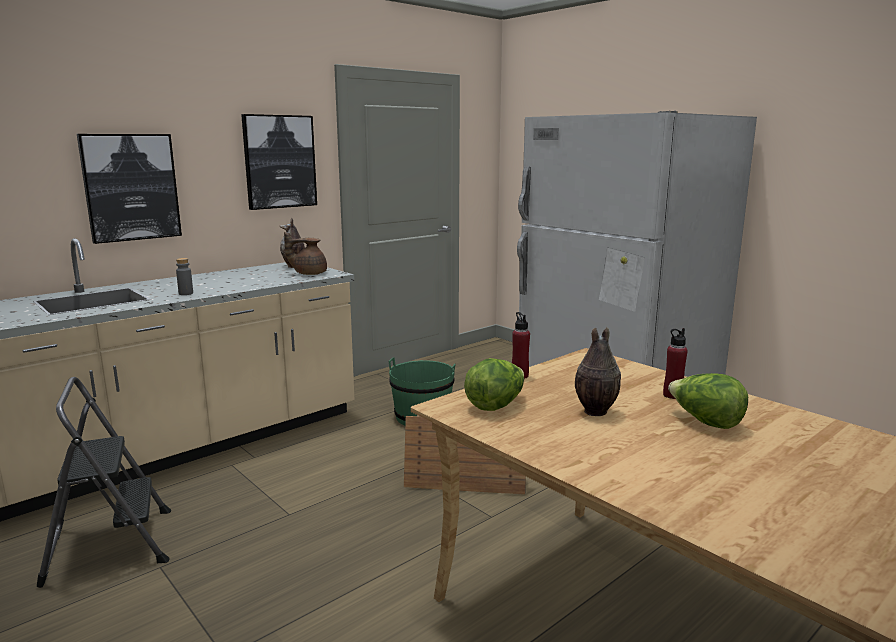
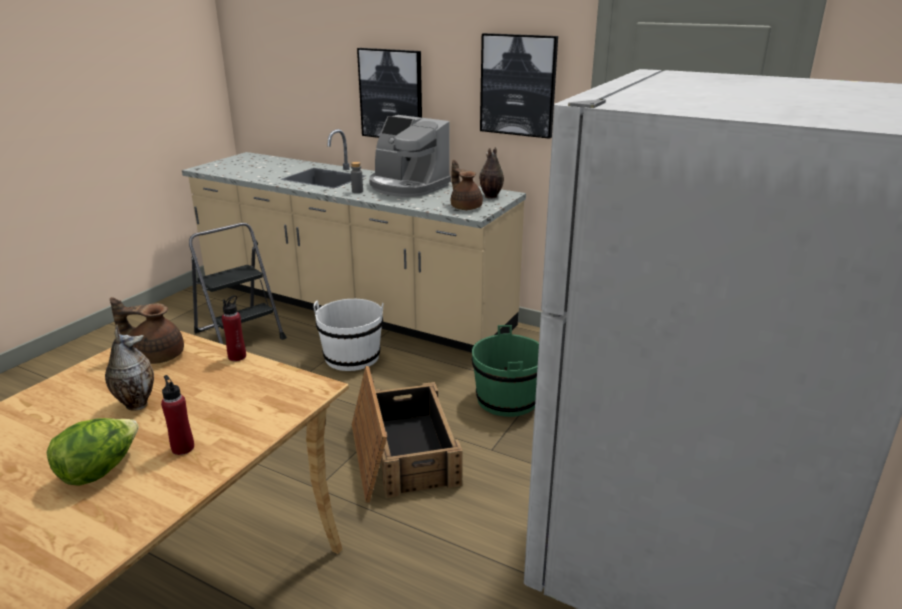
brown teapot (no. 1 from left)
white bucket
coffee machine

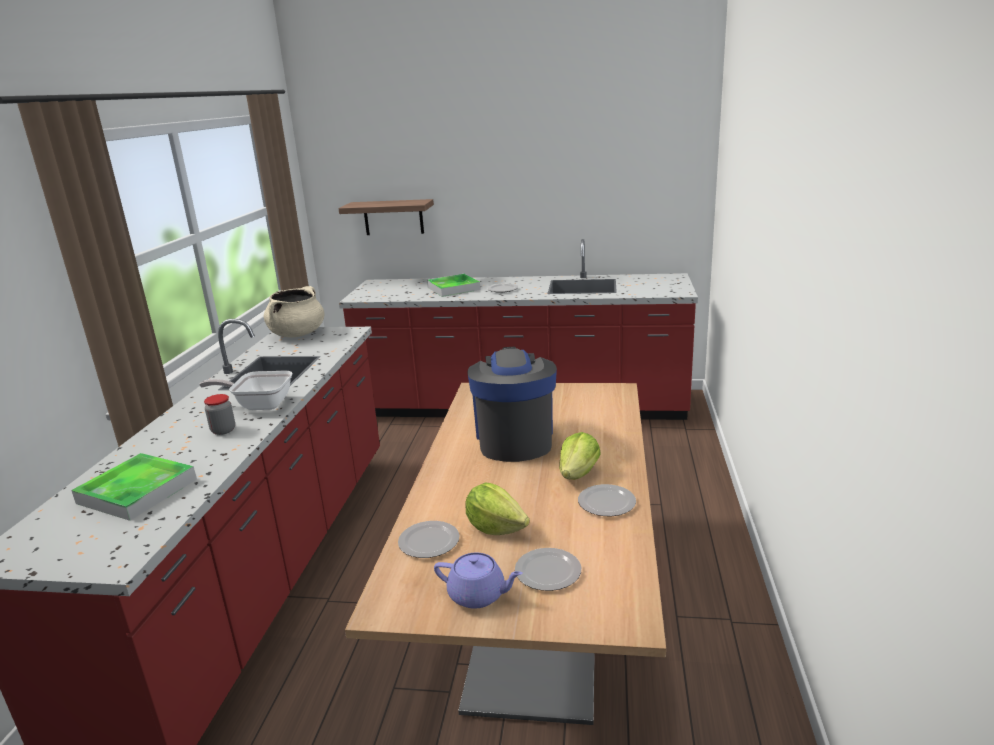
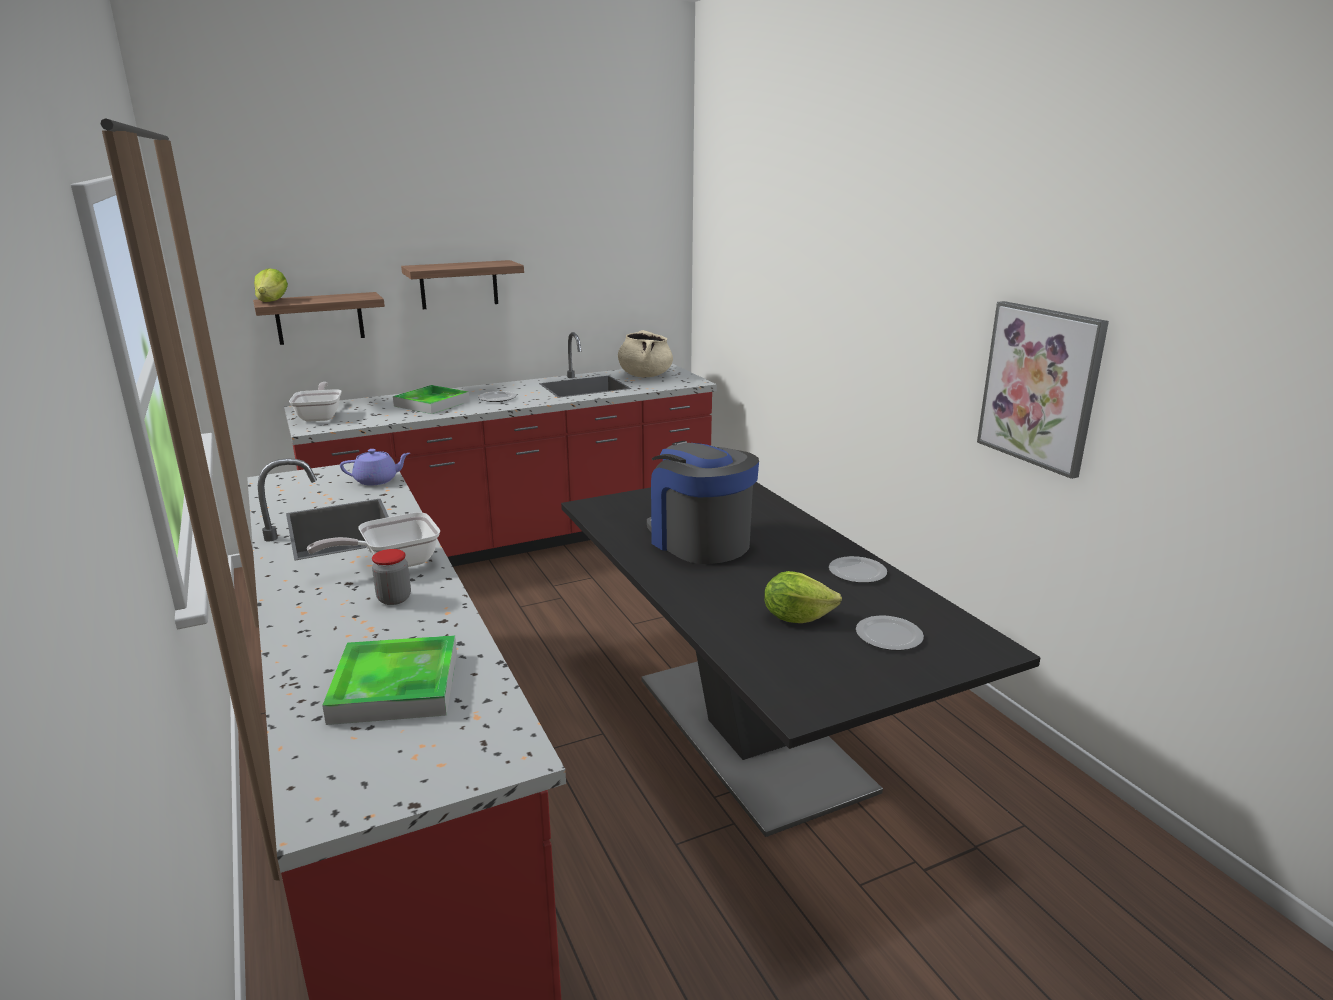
beige cooking pot
black dining table
plate (no. 1 from left in the first image)
purple teapot
lettuce (no. 1 from left)
frying pan (no. 1 from left)
shelf (no. 2 from left)
picture

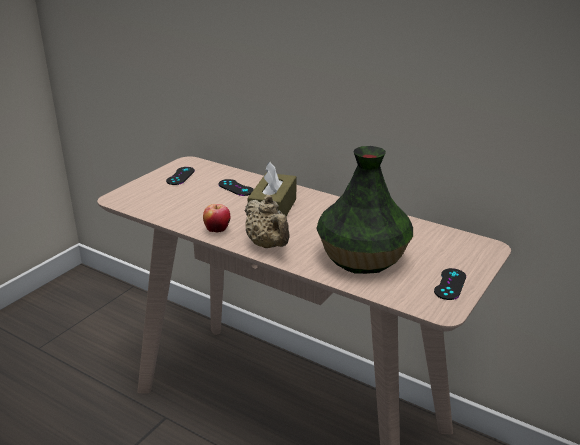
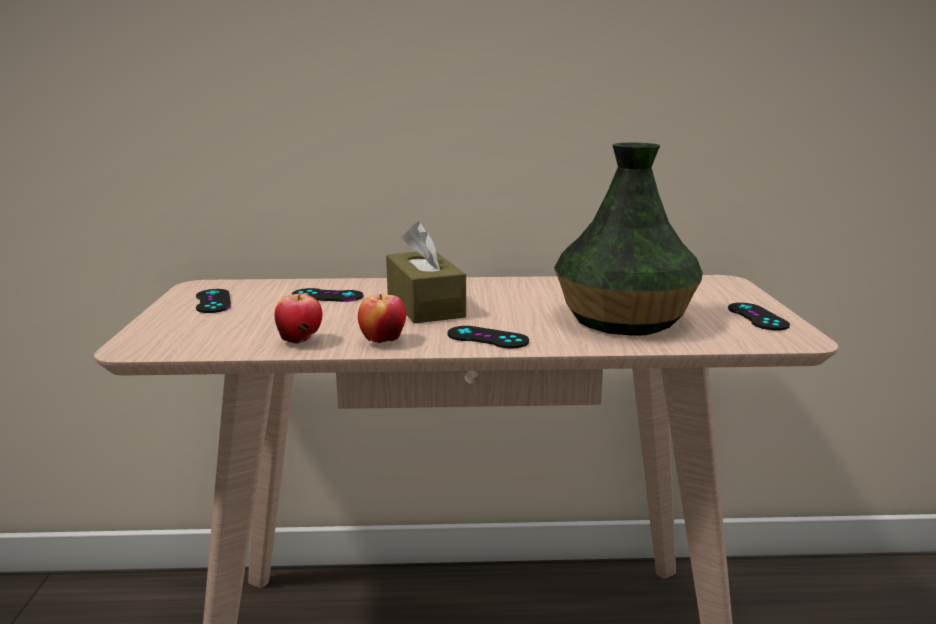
black game controller (no. 3 from left)
apple (no. 1 from left)

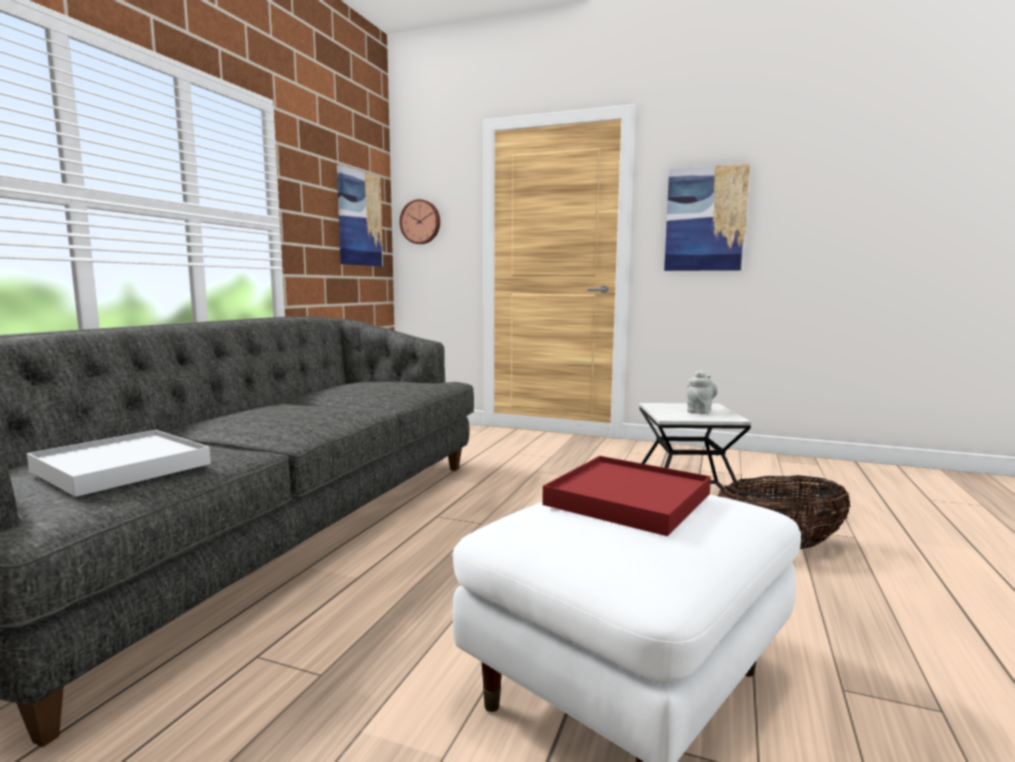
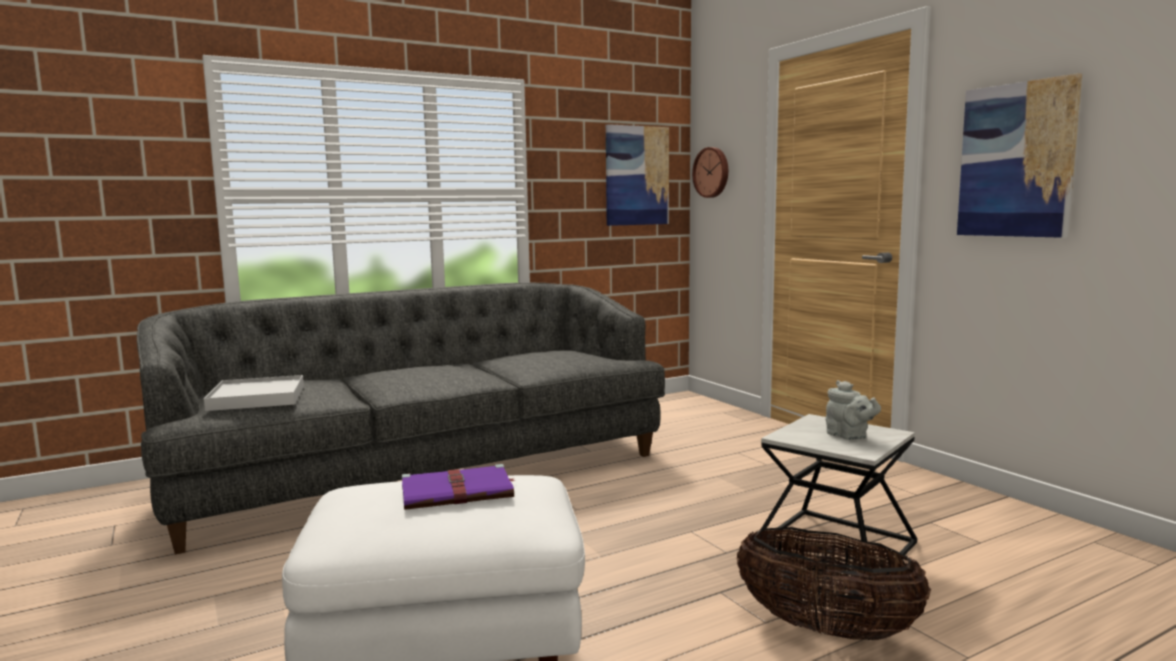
purple book
grey teapot

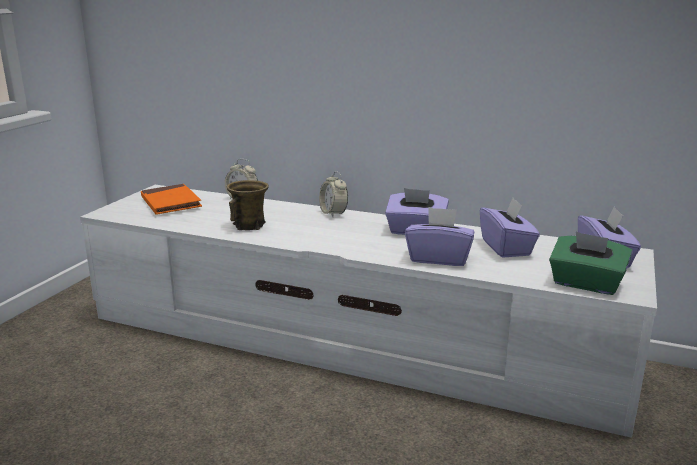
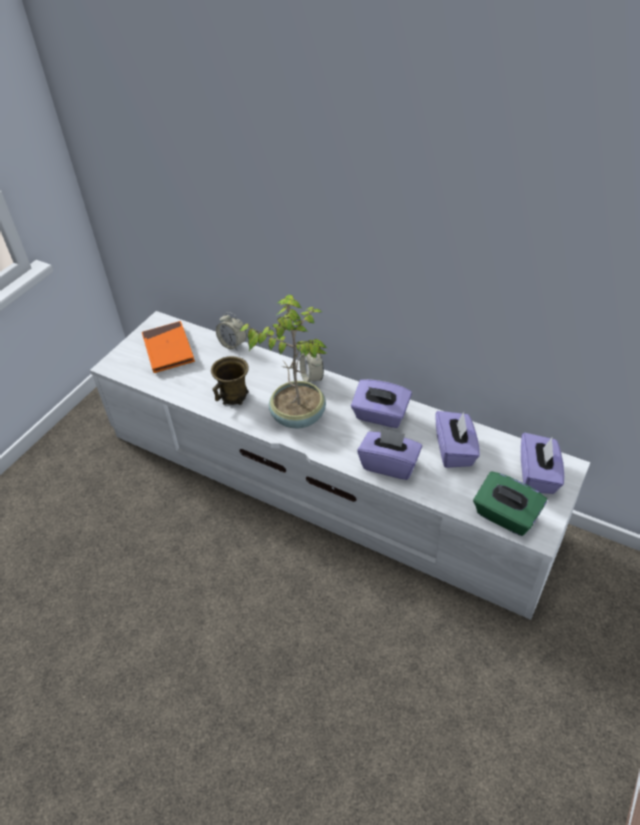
potted plant

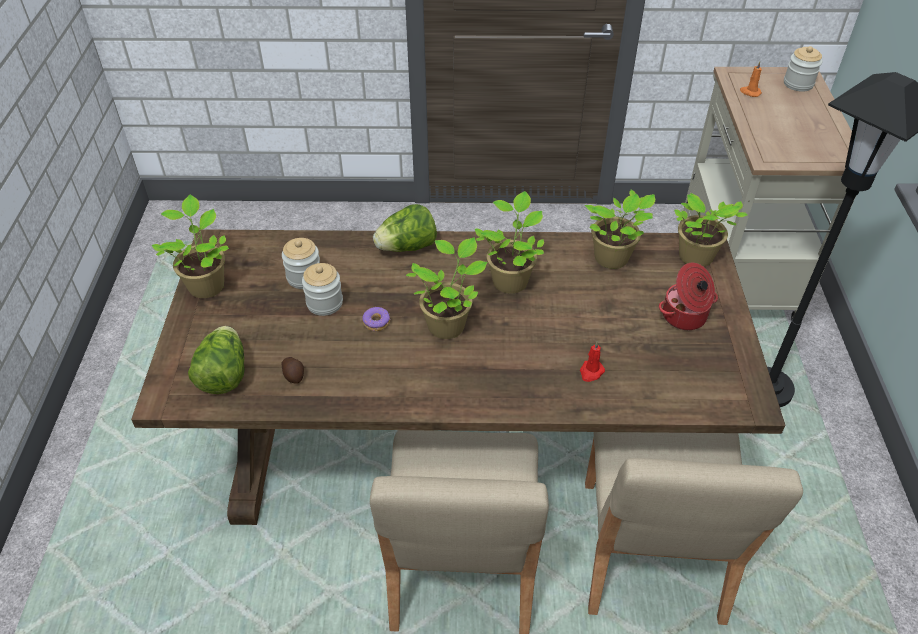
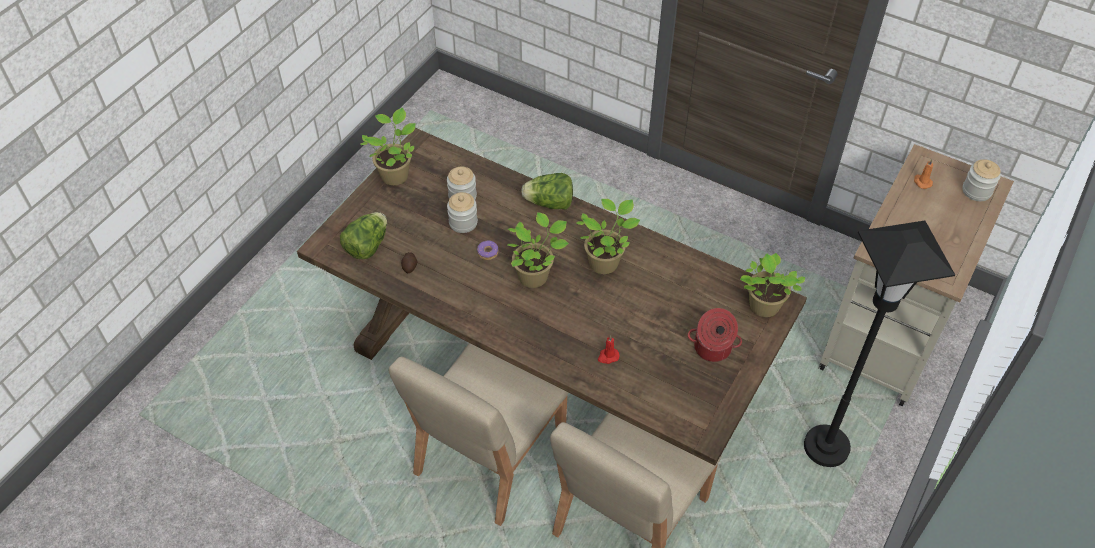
potted plant (no. 4 from left in the first image)

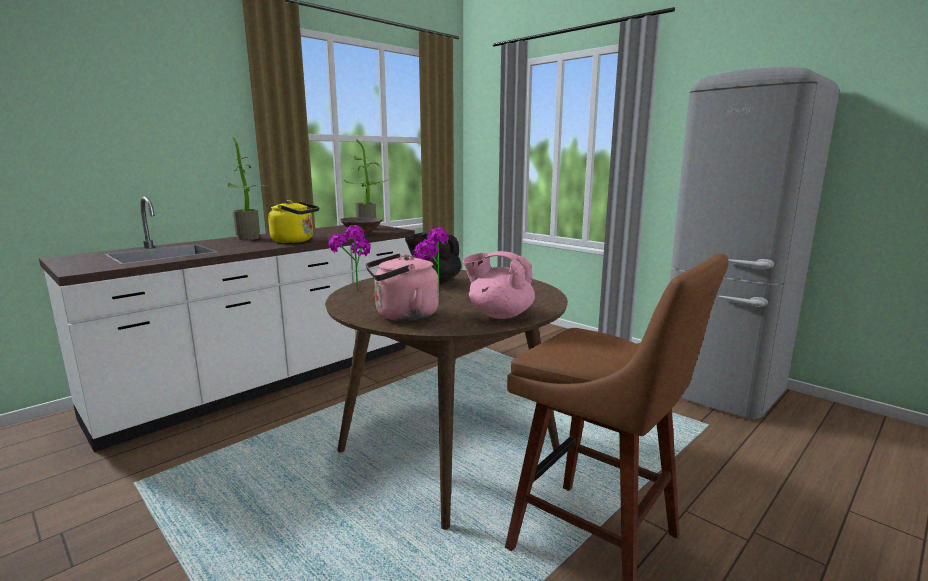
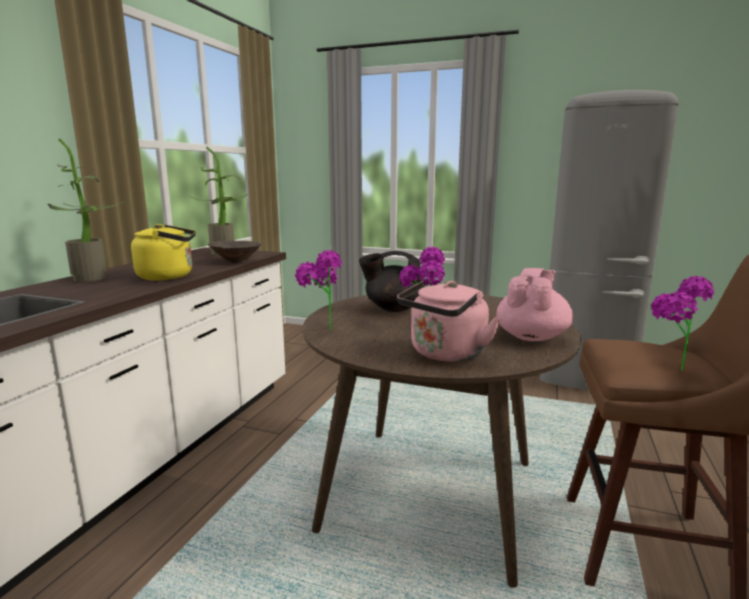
pink teapot
potted plant (no. 5 from left)

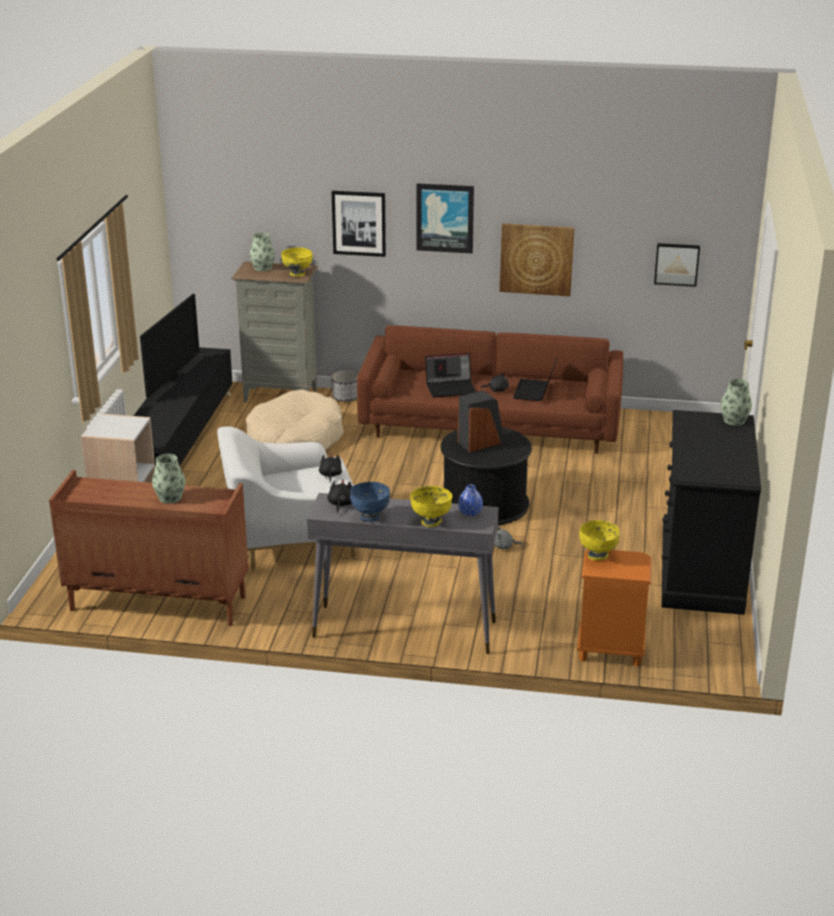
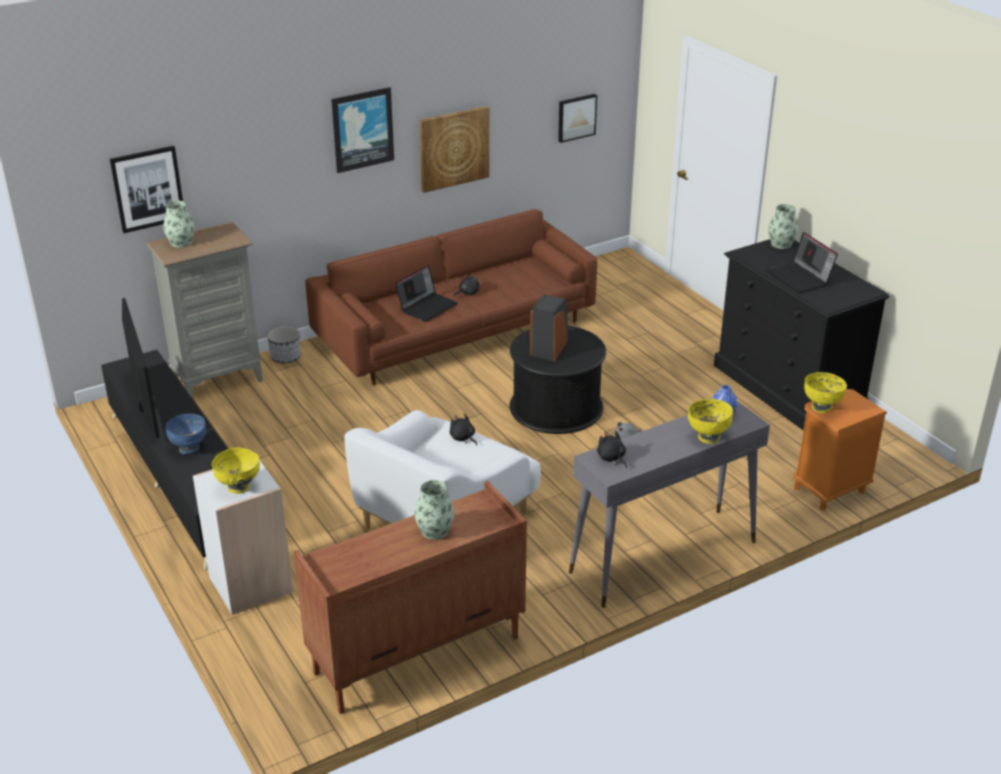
beige dog bed
yellow bowl (no. 1 from left)
picture (no. 1 from left)
blue bowl
laptop (no. 2 from left)

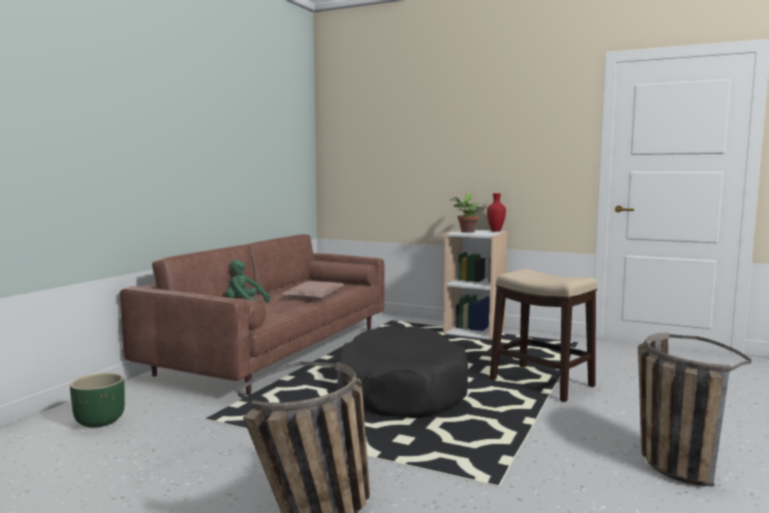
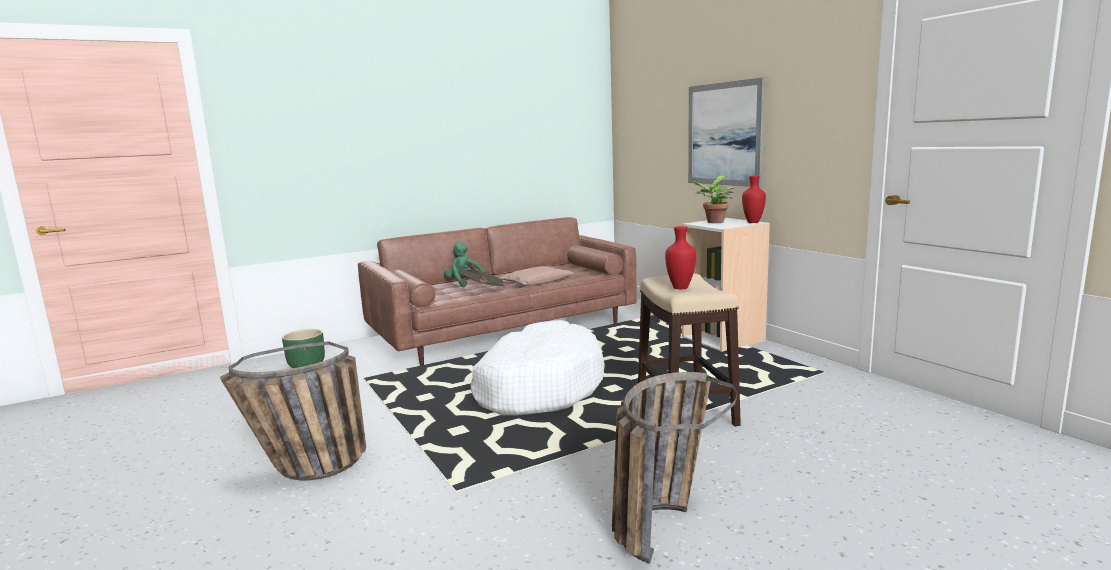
white dog bed
newspaper
red vase (no. 1 from left)
picture

